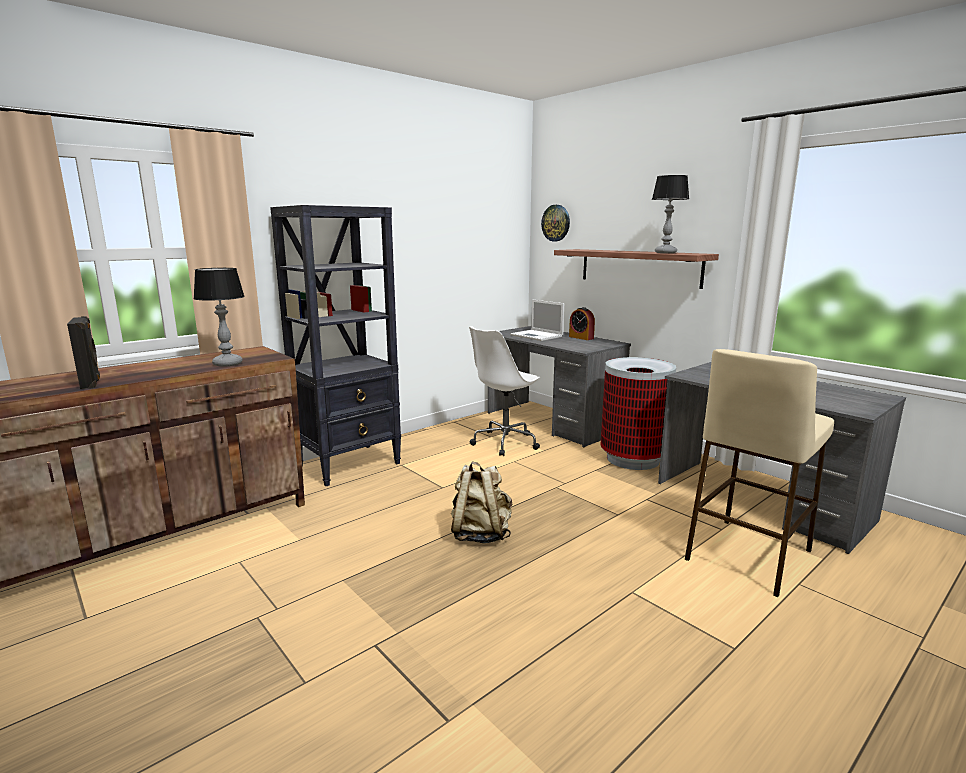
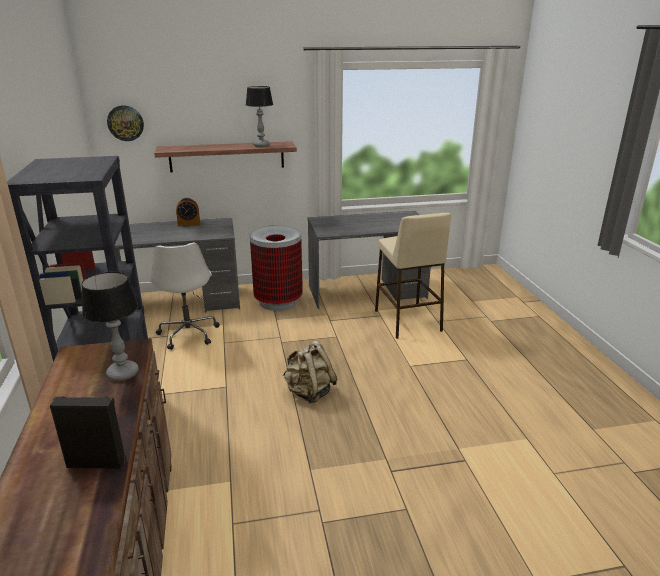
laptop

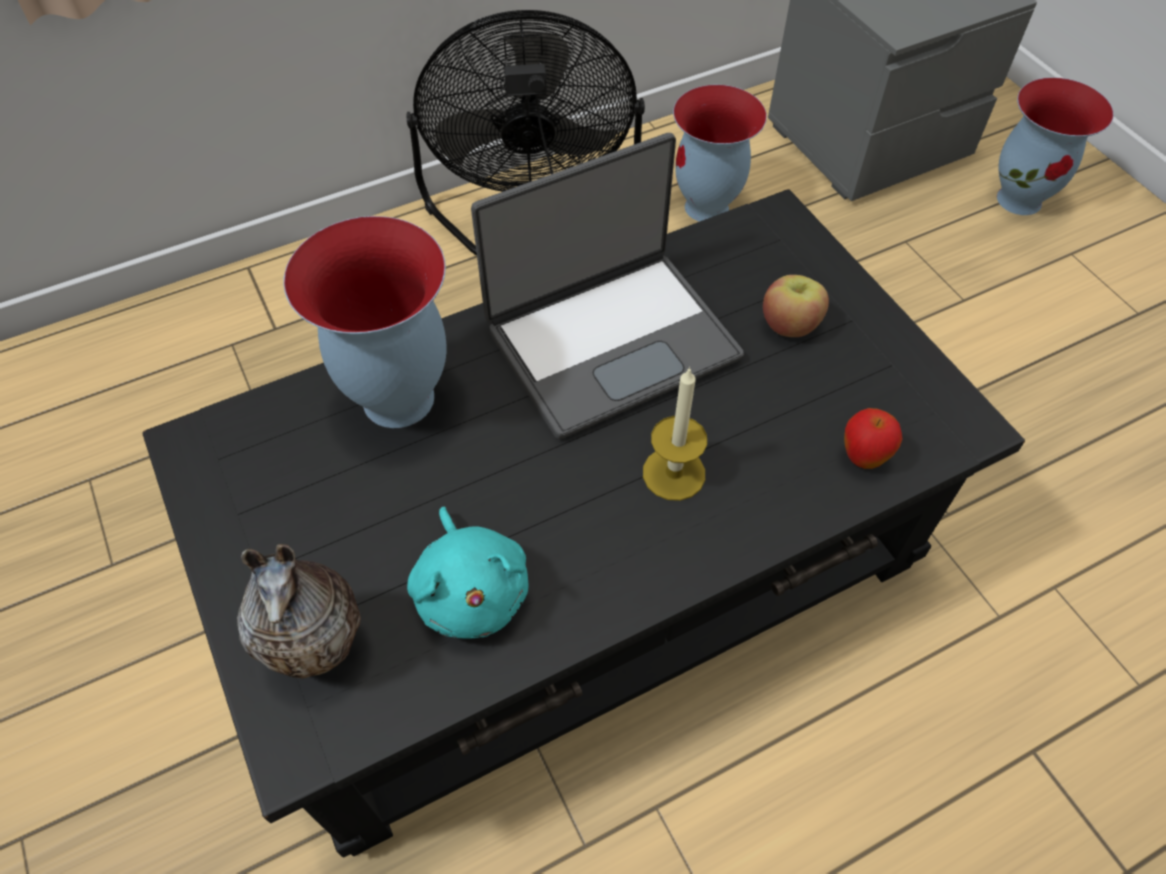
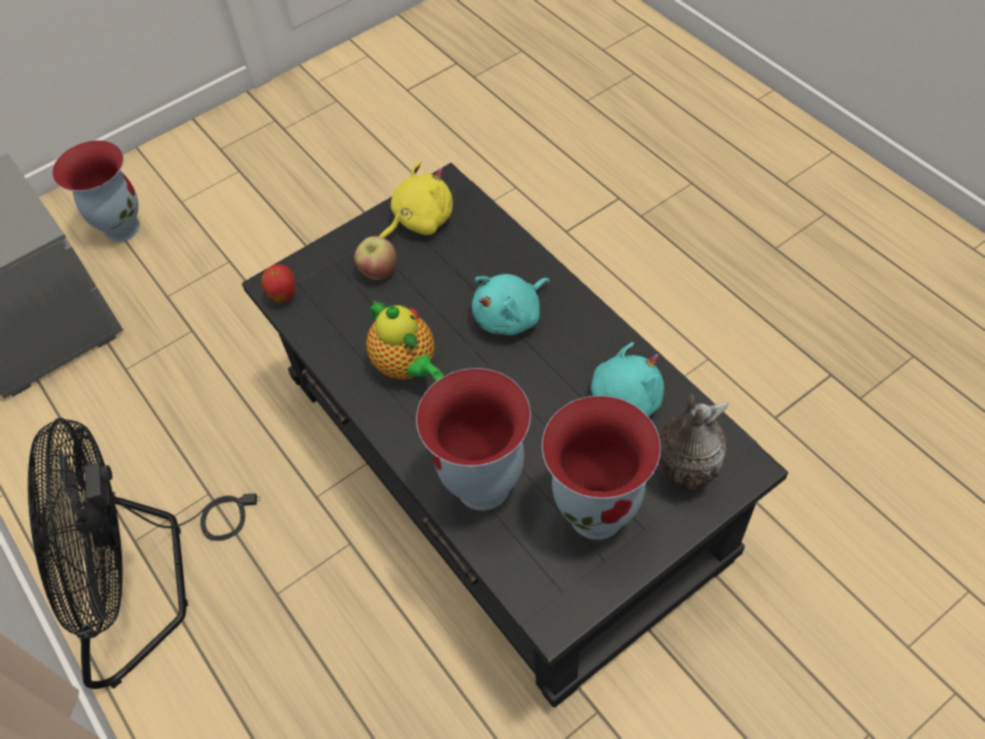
teapot
turquoise plush toy (no. 1 from left)
vase (no. 3 from left)
apple (no. 1 from left)
yellow plush toy

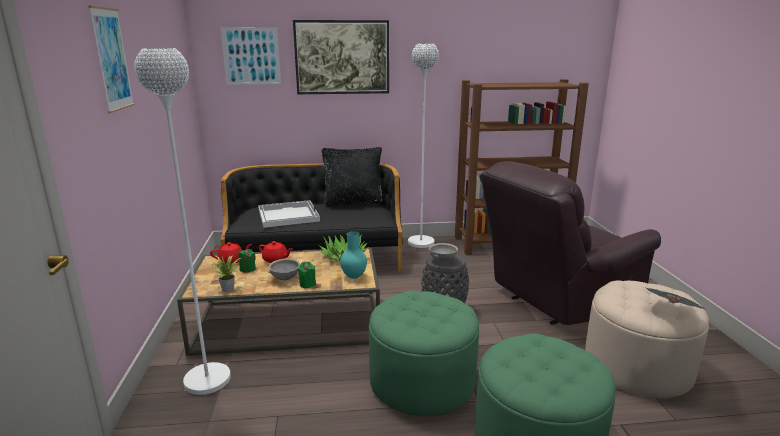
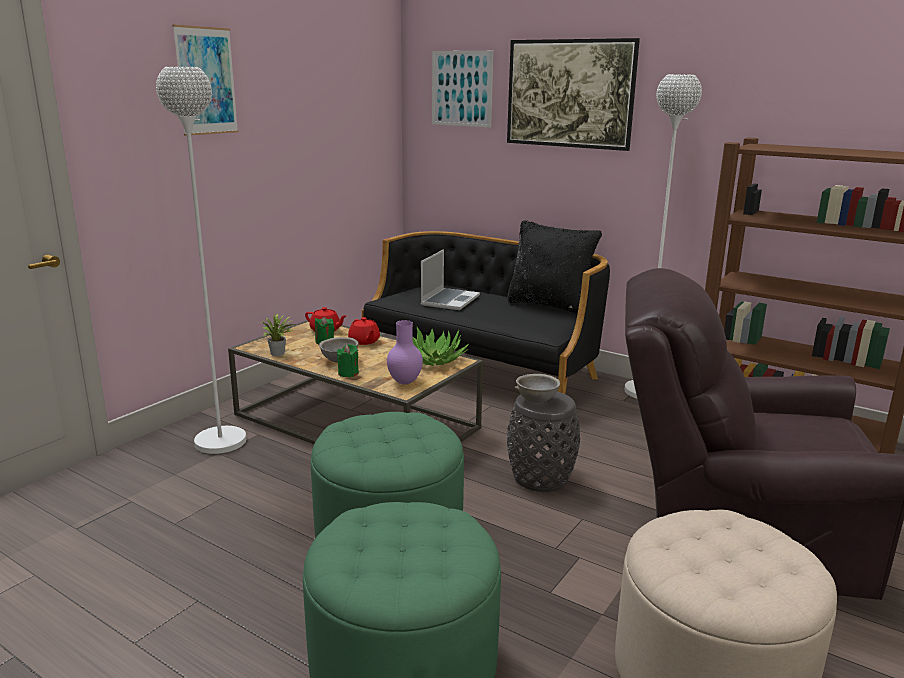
laptop
purple vase
newspaper

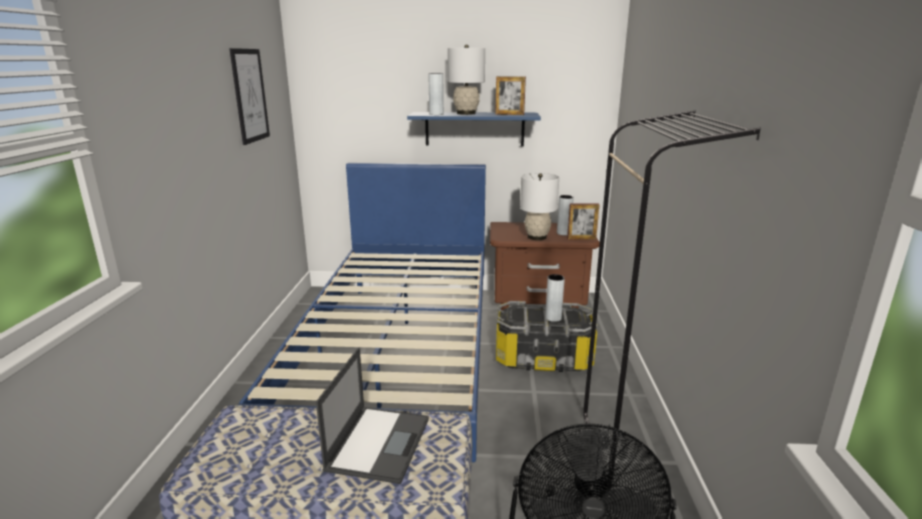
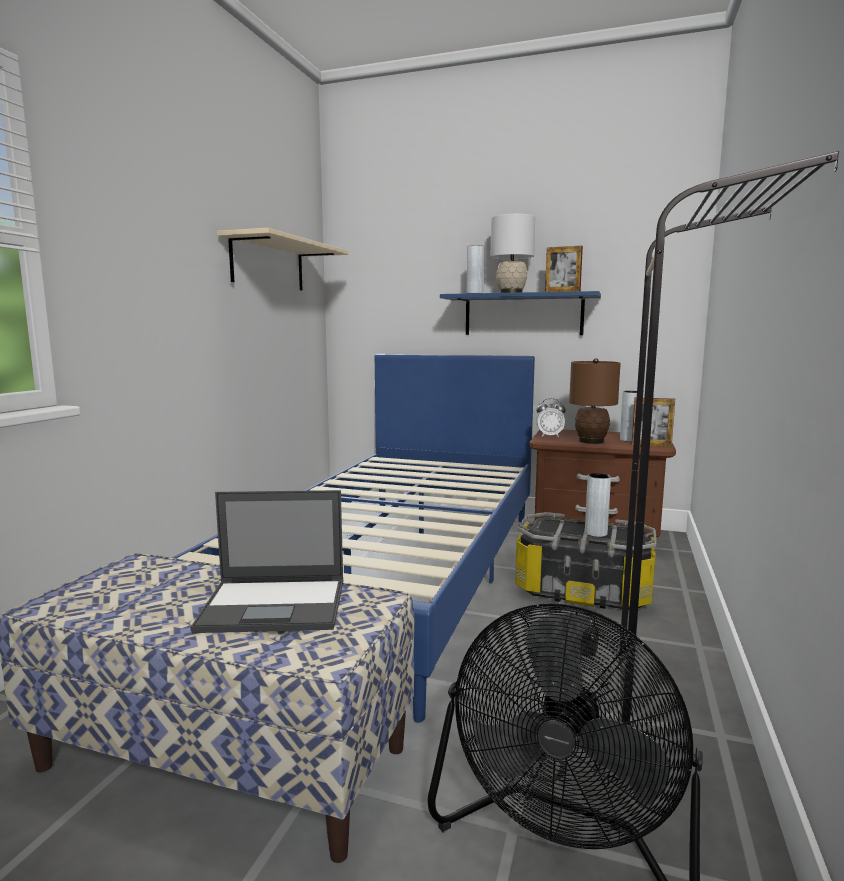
beige shelf
laptop
brown table lamp
alarm clock

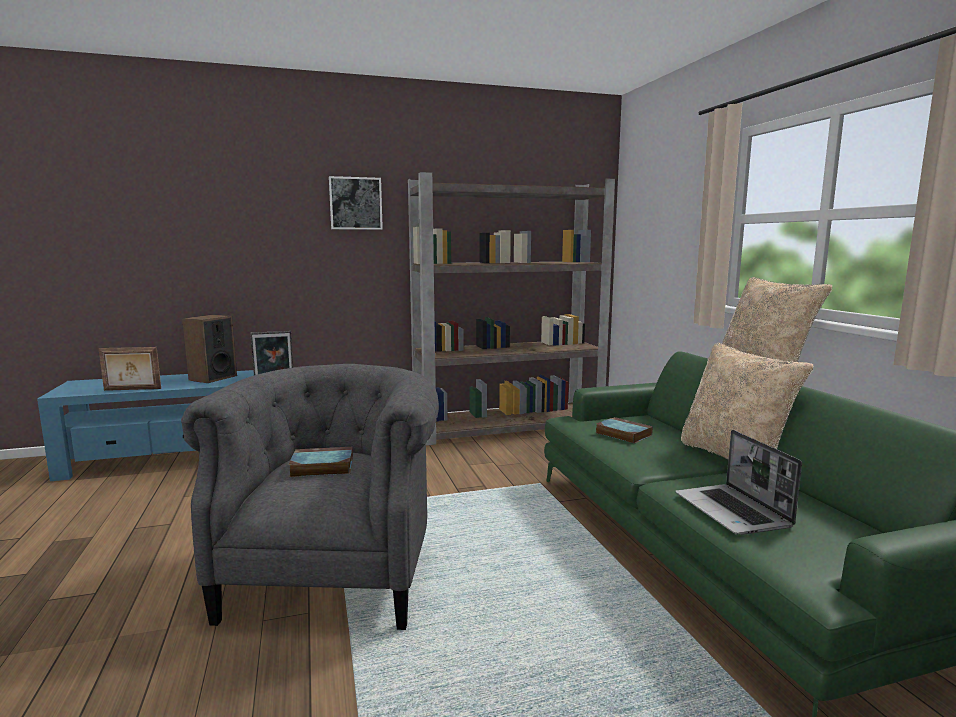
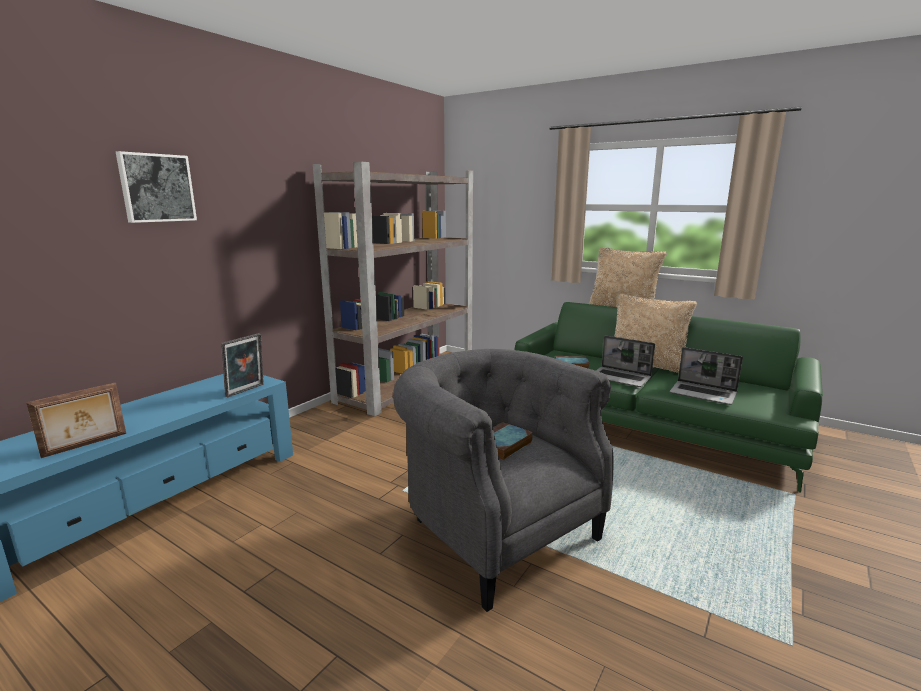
speaker
picture
laptop (no. 1 from left)

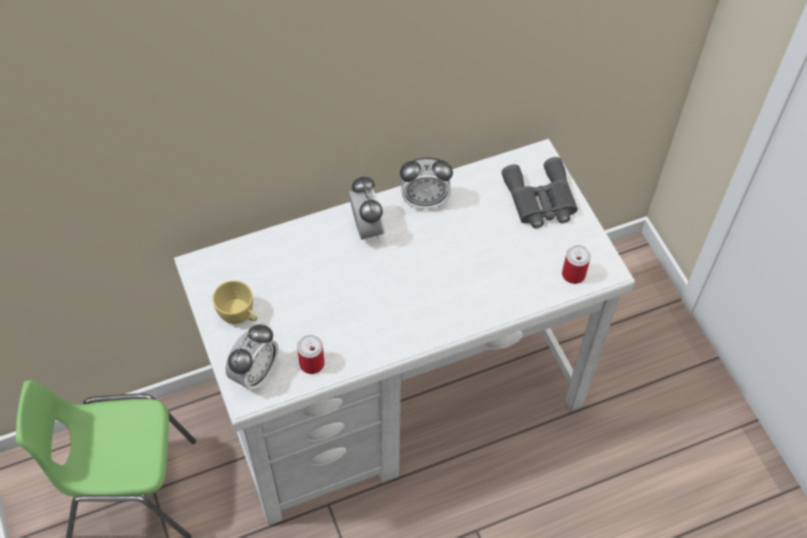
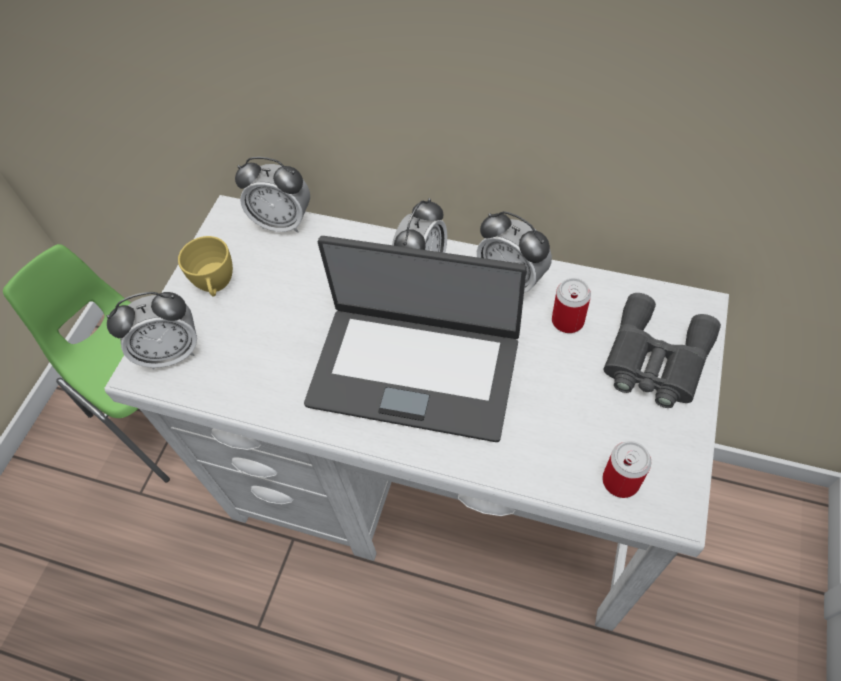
can (no. 1 from left)
alarm clock (no. 2 from left)
laptop

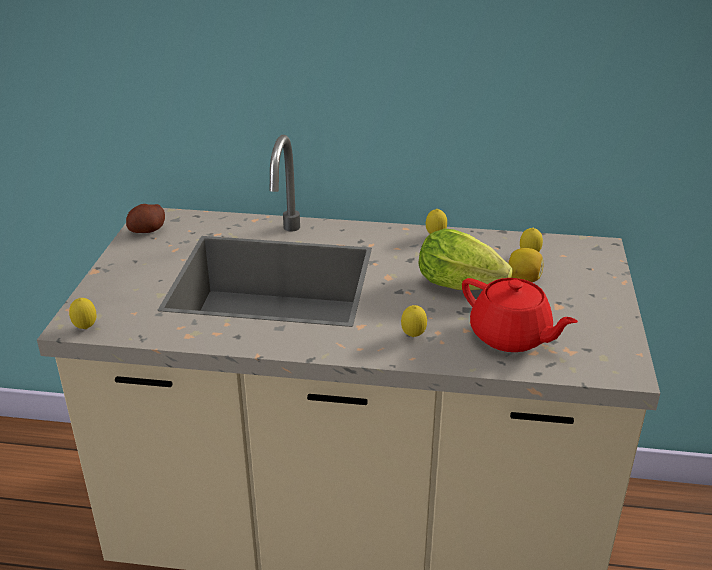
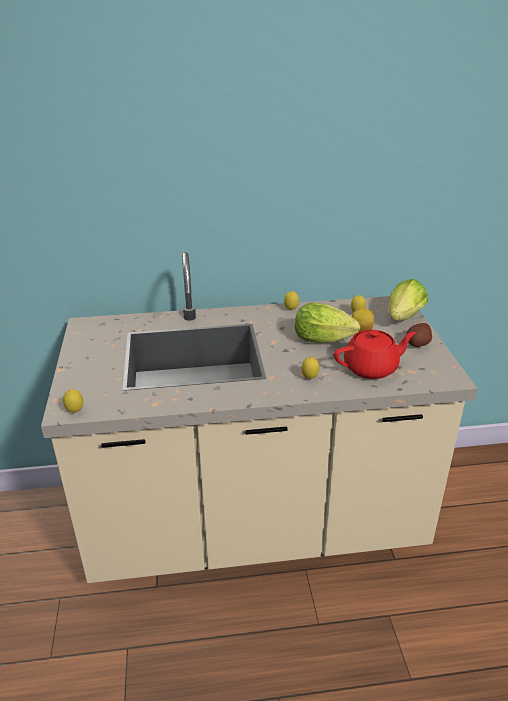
potato
red teapot
lettuce (no. 2 from left)

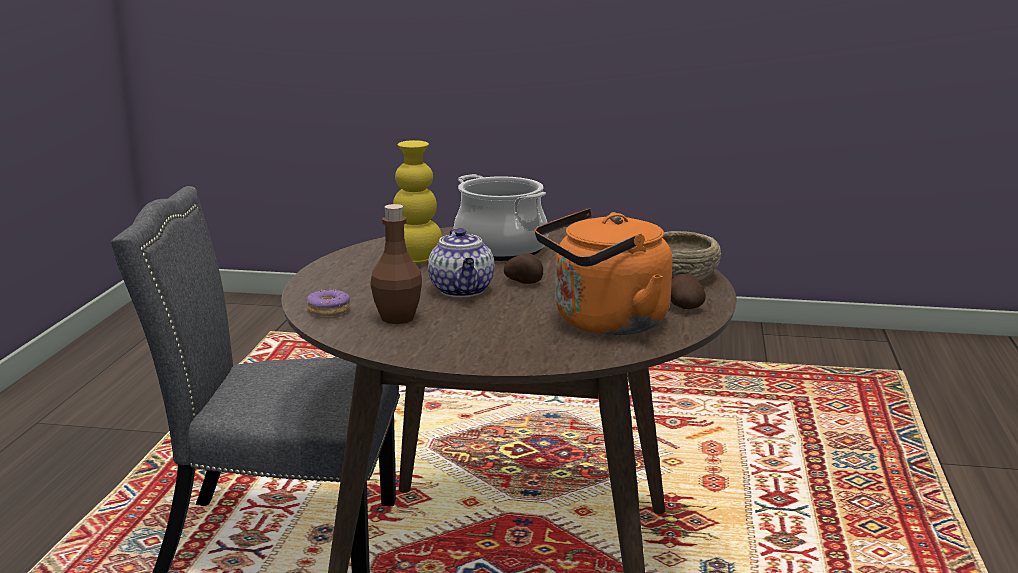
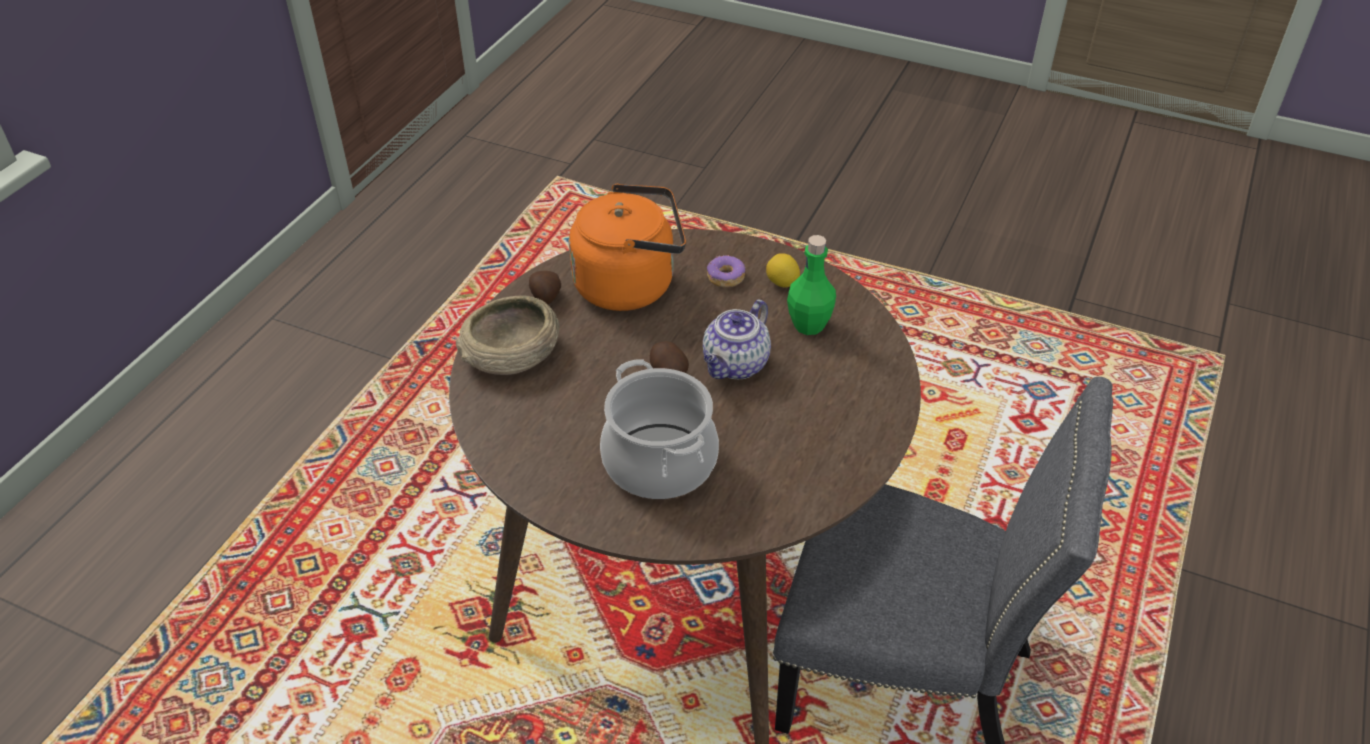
donut
green bottle
yellow vase
teapot
lemon

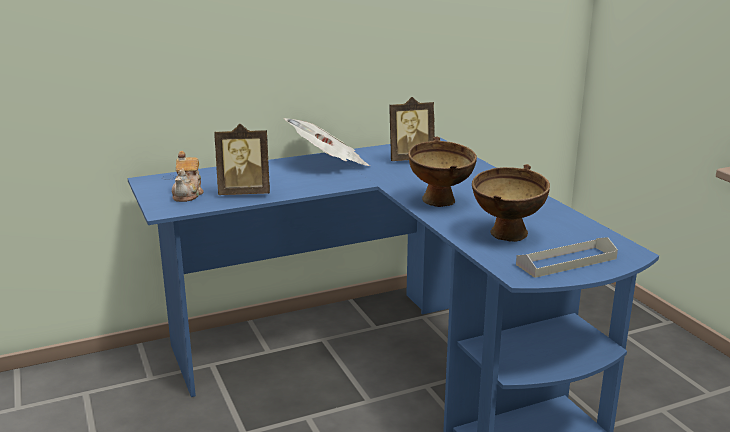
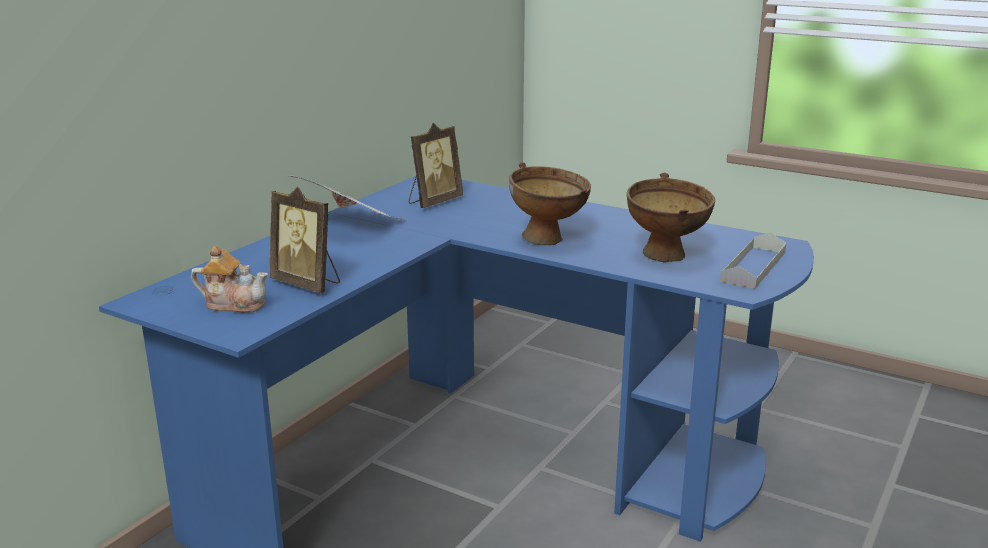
teapot
picture frame (no. 1 from left)

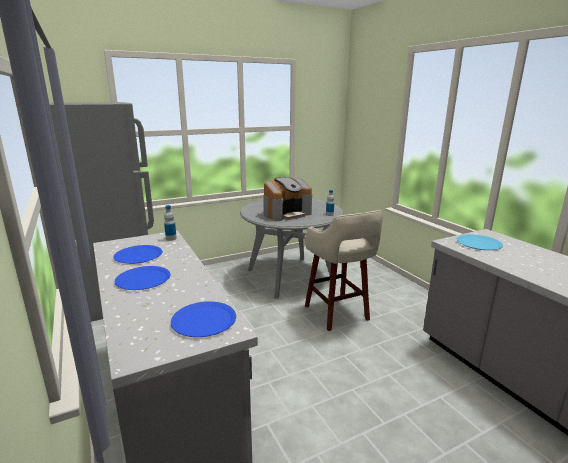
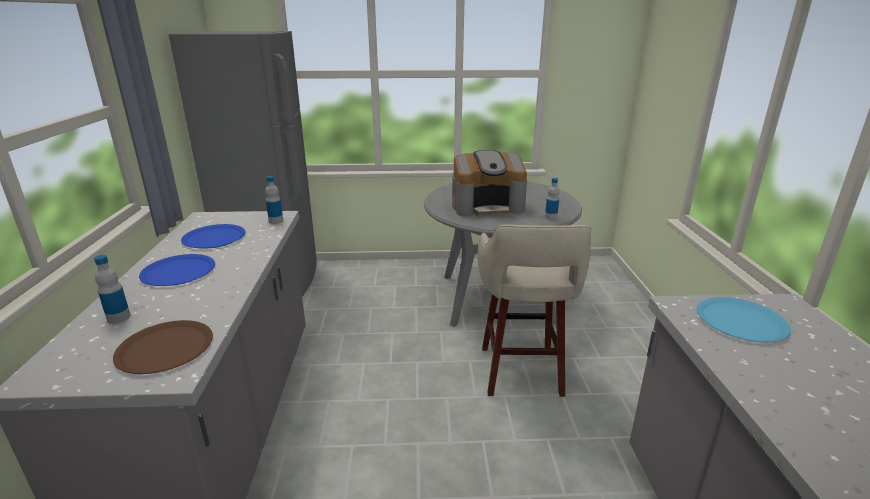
brown plate
bottle (no. 1 from left)

